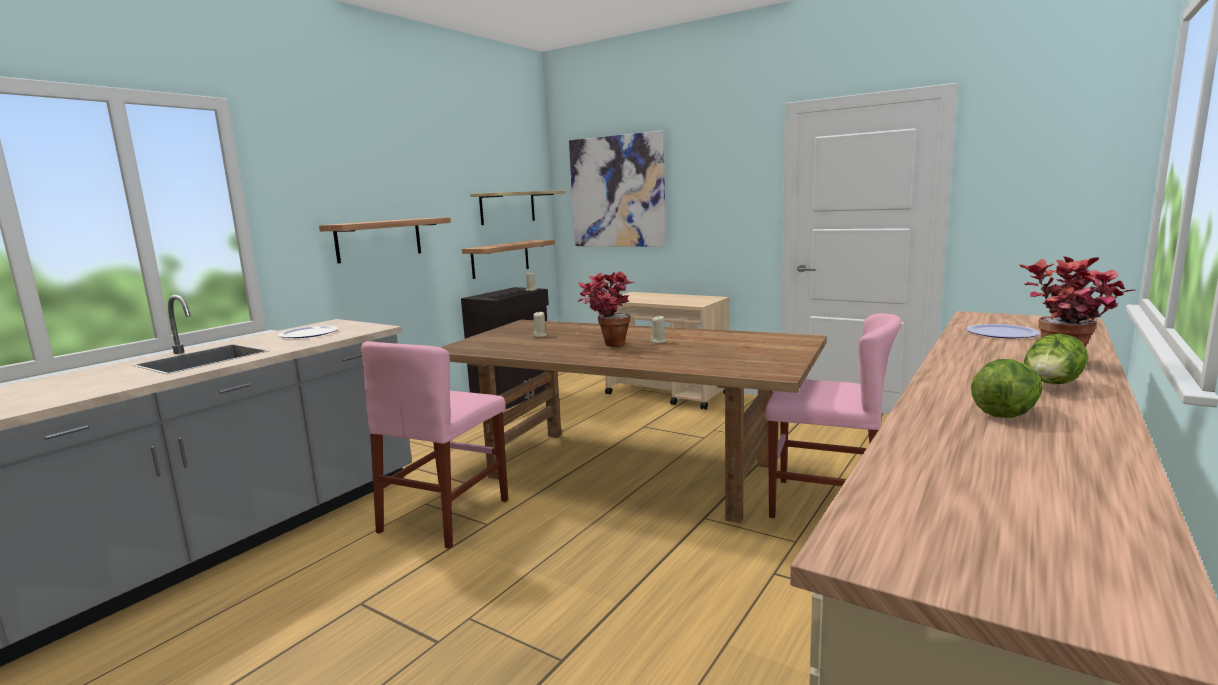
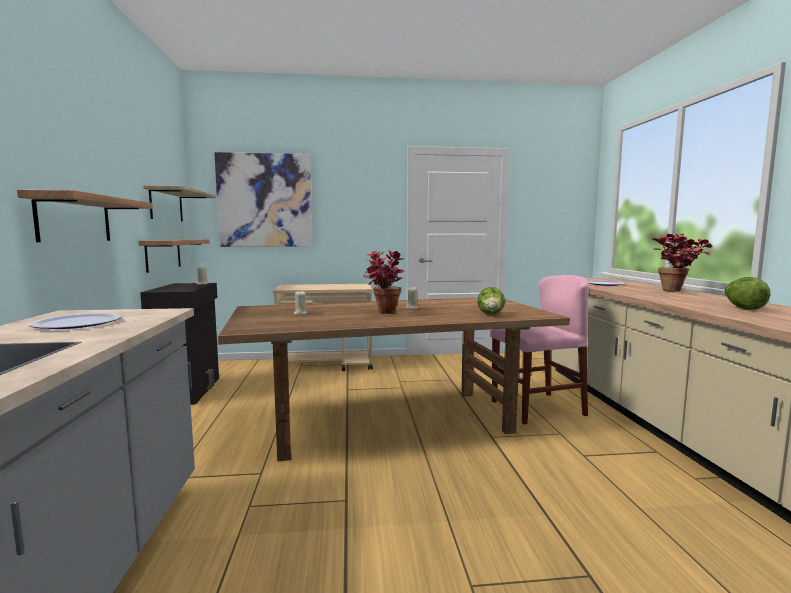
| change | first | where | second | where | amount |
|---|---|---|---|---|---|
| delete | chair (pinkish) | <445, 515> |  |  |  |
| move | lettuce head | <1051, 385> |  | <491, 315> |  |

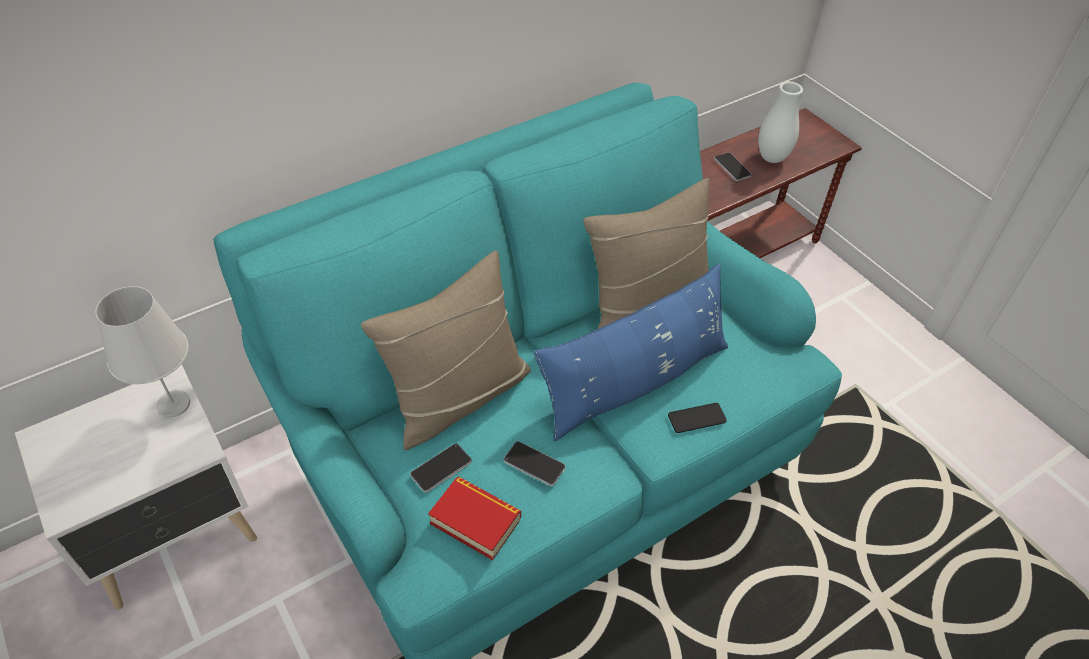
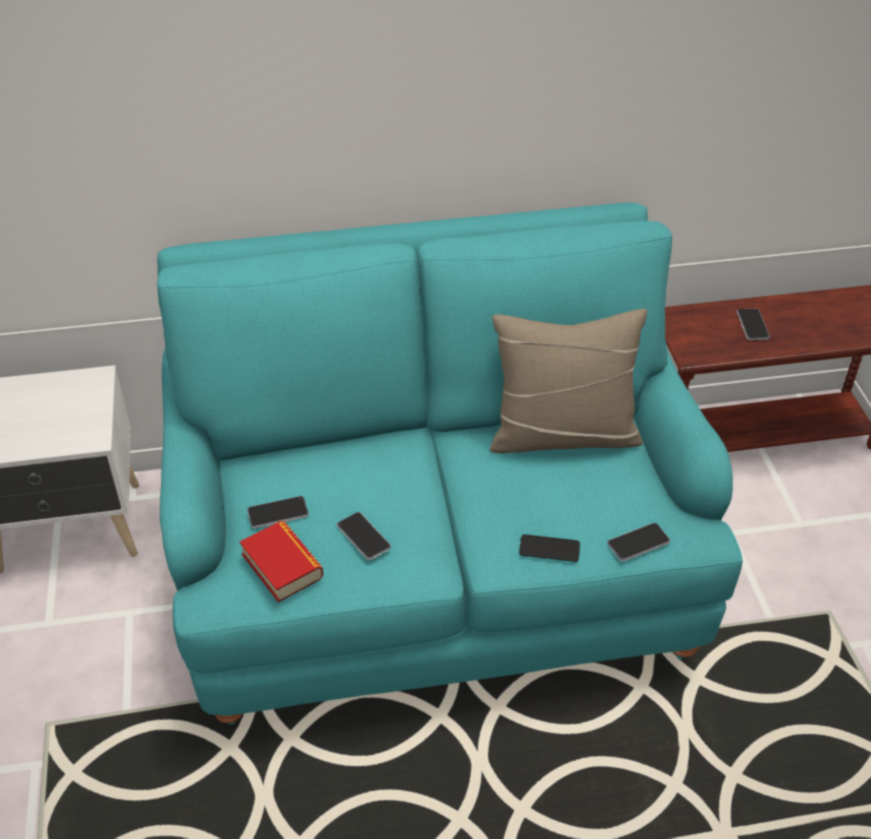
| change | first | where | second | where | amount |
|---|---|---|---|---|---|
| delete | tabletop lamp (white) | <173, 404> |  |  |  |
| delete | cushion (sand-coloured) | <458, 397> |  |  |  |
| delete | cushion (blue) | <635, 382> |  |  |  |
| delete | flower vase (white) | <772, 158> |  |  |  |
| insert |  |  | handset | <638, 543> |  |

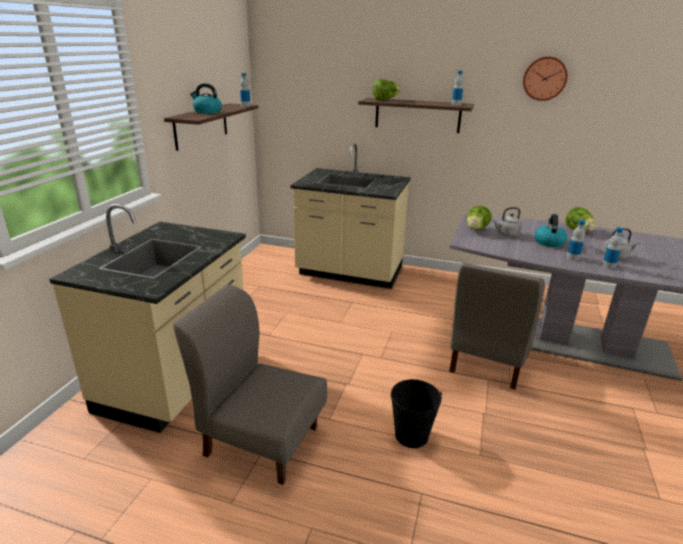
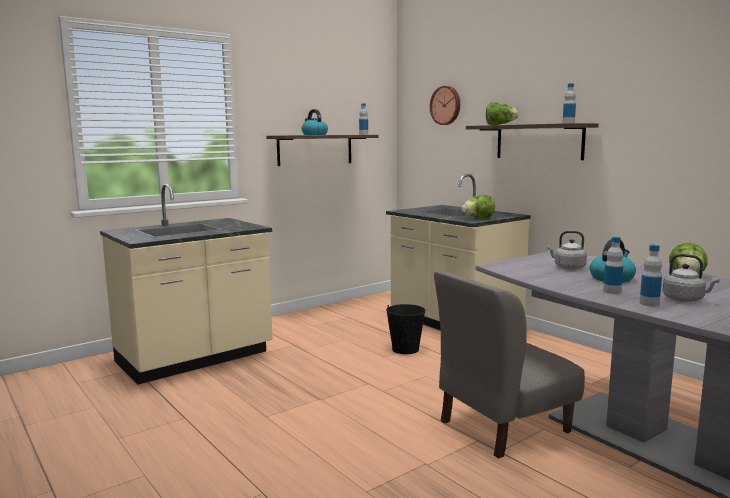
| change | first | where | second | where | amount |
|---|---|---|---|---|---|
| delete | chair (gray) | <261, 440> |  |  |  |
| move | pail (blackish) | <411, 435> |  | <405, 349> |  |
| move | lettuce head | <476, 229> |  | <478, 218> |  |
| move | clock on the wall | <544, 78> |  | <446, 105> |  |

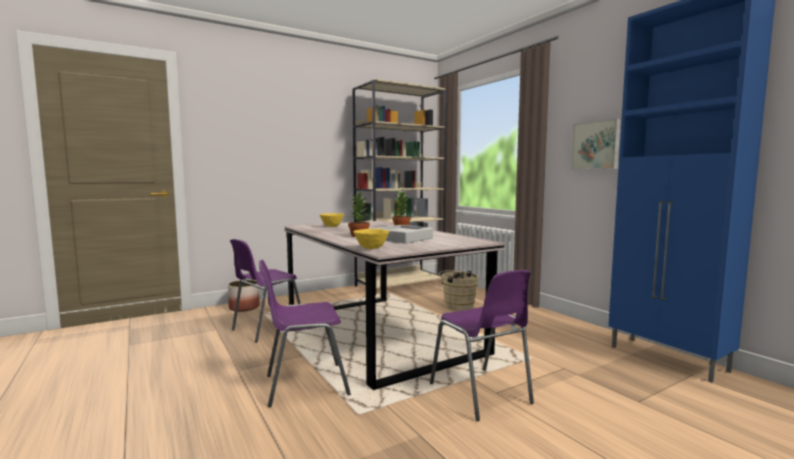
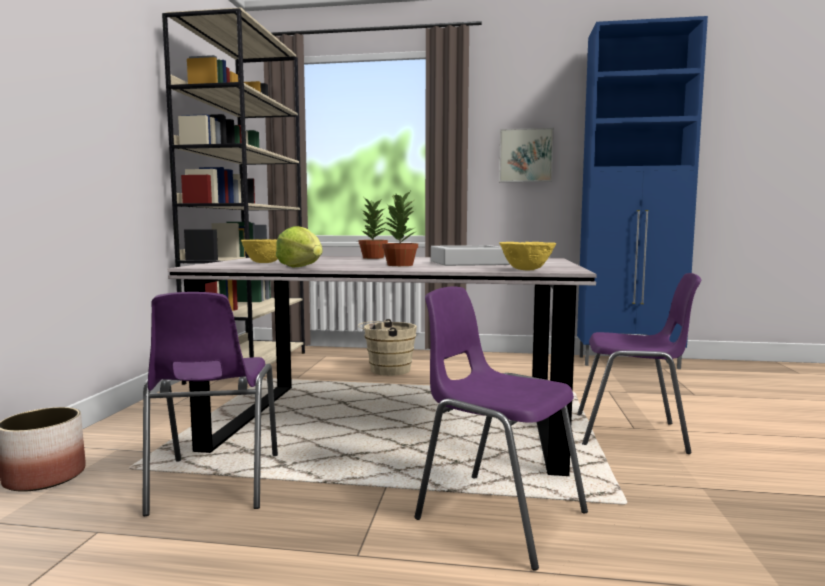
| change | first | where | second | where | amount |
|---|---|---|---|---|---|
| rotate | chair (purple-coloured) | <304, 385> |  | <497, 514> | 105 degrees clockwise |
| insert |  |  | lettuce head | <301, 267> |  |

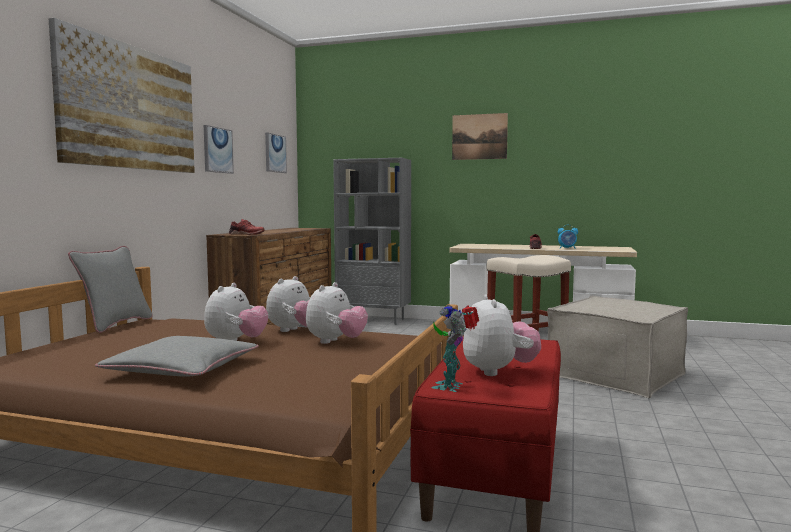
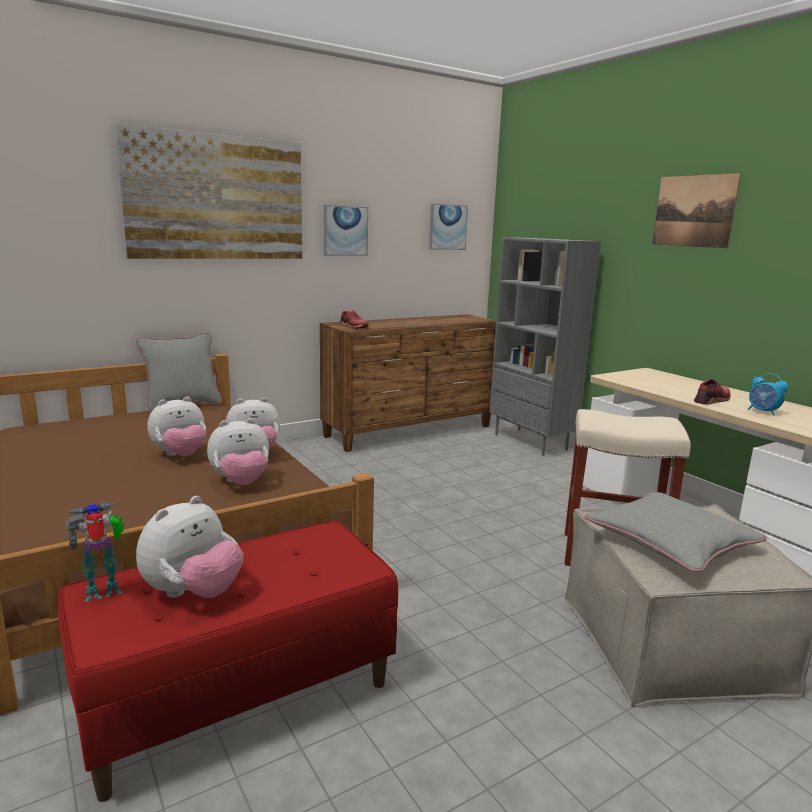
| change | first | where | second | where | amount |
|---|---|---|---|---|---|
| move | cushion (gray) | <182, 368> |  | <670, 541> |  |

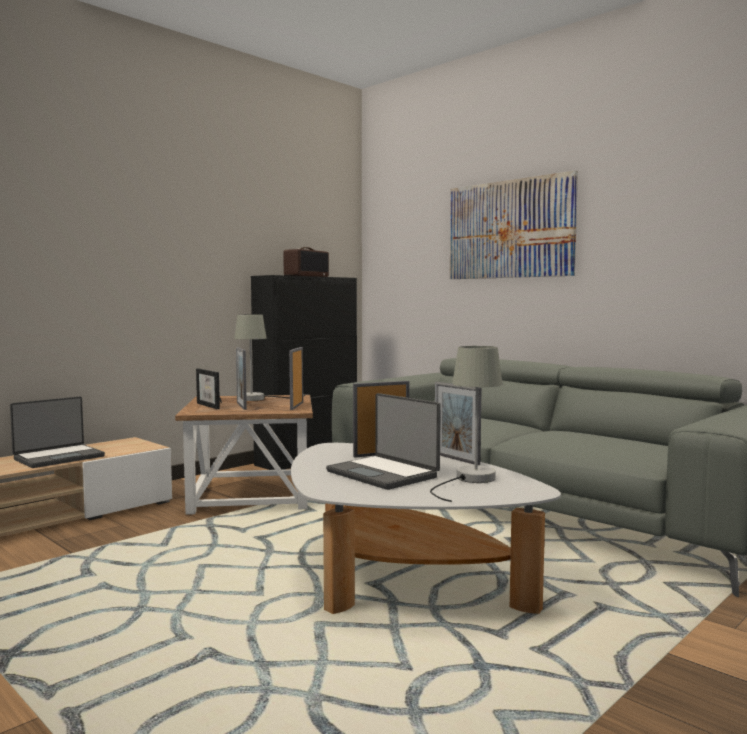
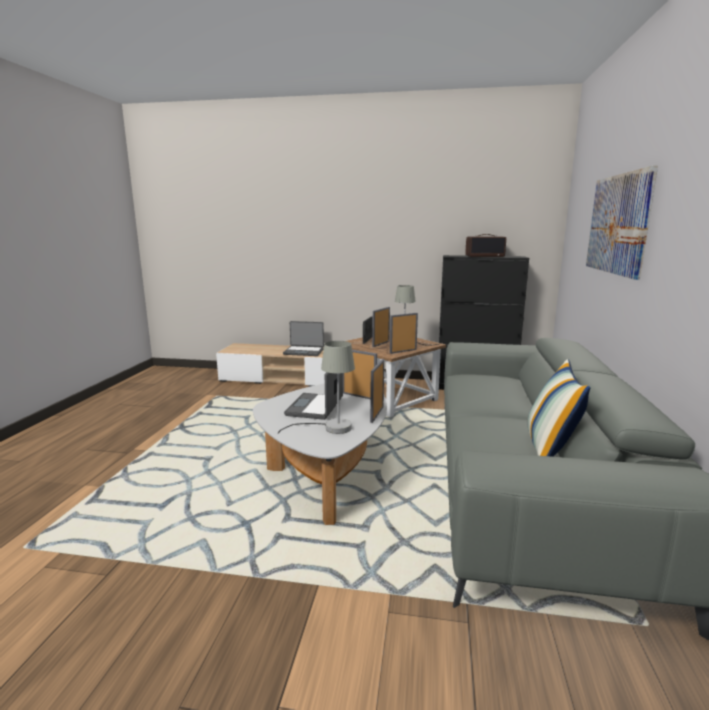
| change | first | where | second | where | amount |
|---|---|---|---|---|---|
| insert |  |  | cushion | <550, 449> |  |

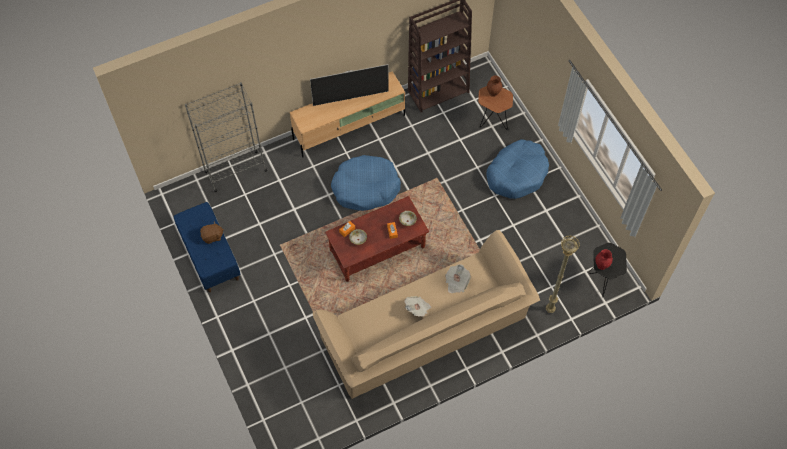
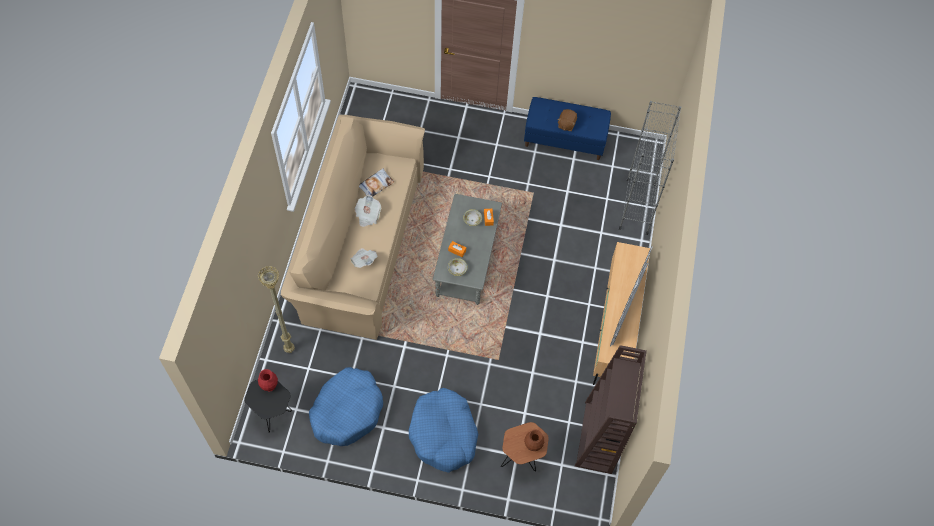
| change | first | where | second | where | amount |
|---|---|---|---|---|---|
| recolor | low table (brown) | <377, 249> | low table (gray) | <467, 260> |  |
| move | dog cushion (blue) | <365, 188> |  | <347, 410> |  |
| insert |  |  | cushion | <376, 185> |  |

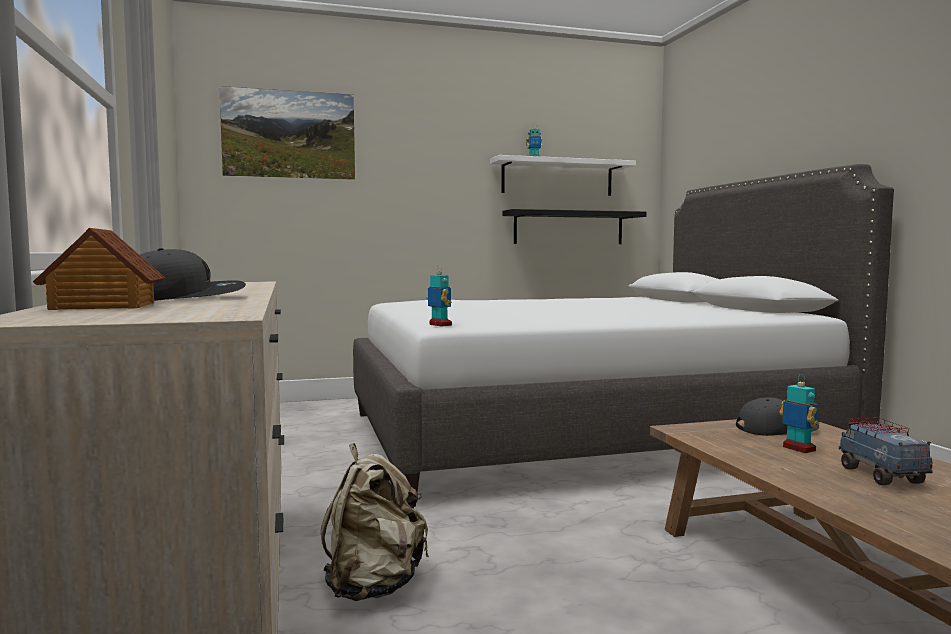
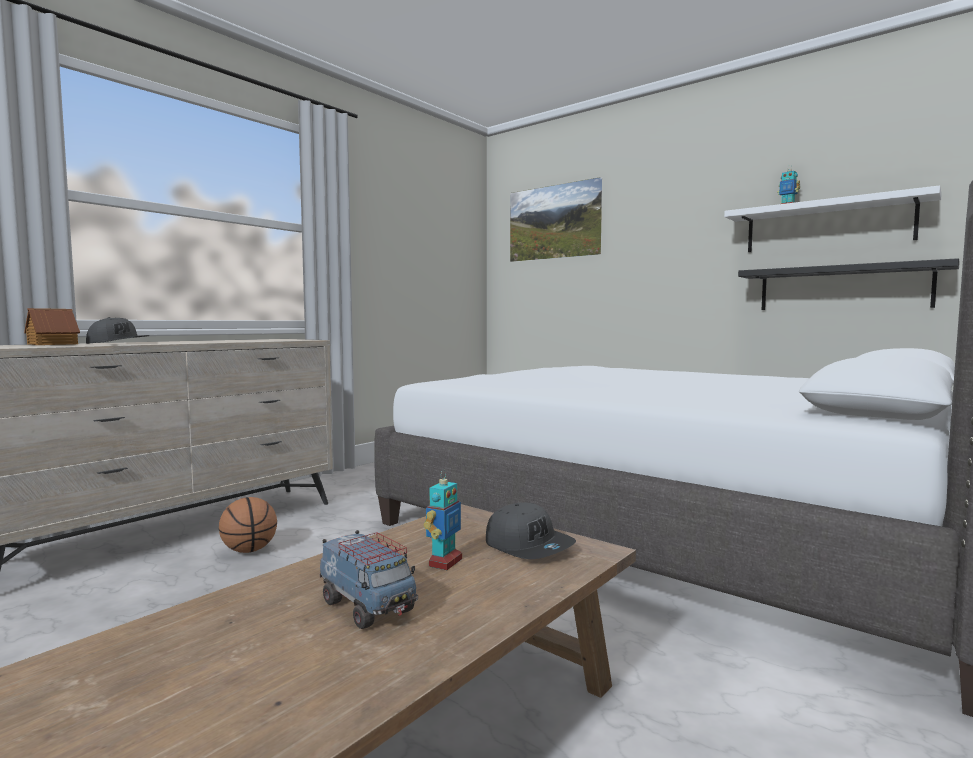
| change | first | where | second | where | amount |
|---|---|---|---|---|---|
| replace | rucksack (sand-coloured) | <374, 586> | basketball ball | <249, 550> |  |
| delete | robot figure | <440, 325> |  |  |  |
| rotate | toy lorry | <881, 476> |  | <368, 607> | 90 degrees clockwise |

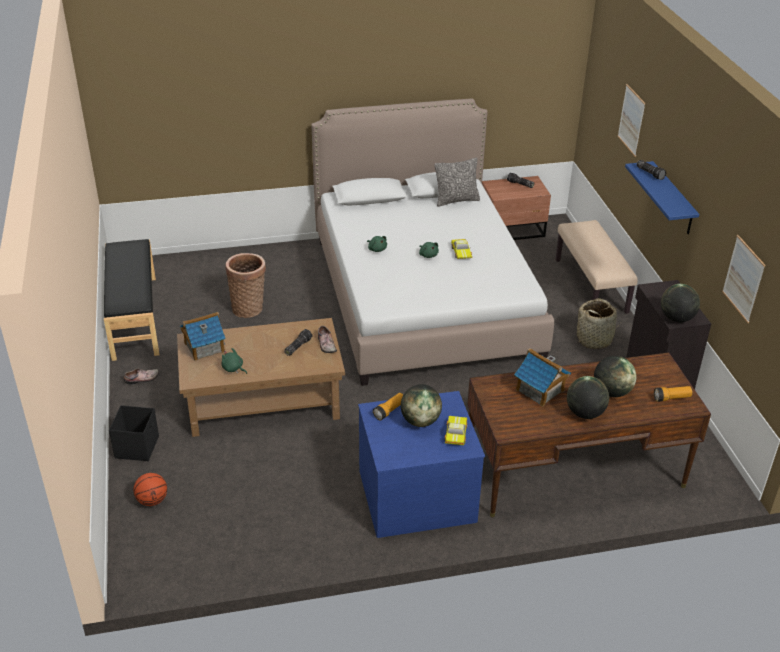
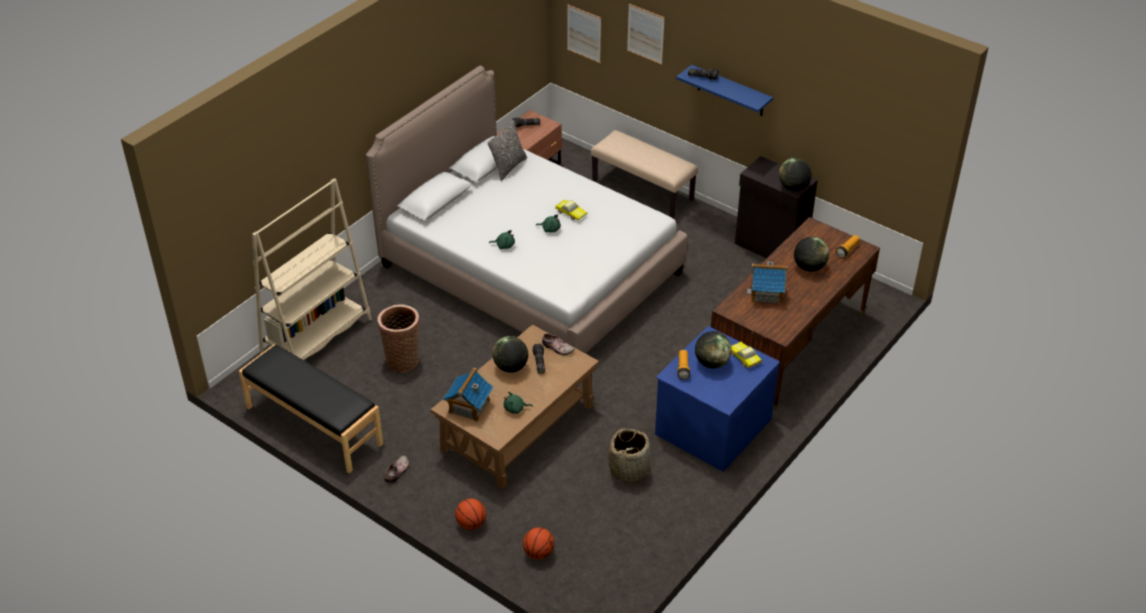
| change | first | where | second | where | amount |
|---|---|---|---|---|---|
| replace | storage box (blackish) | <137, 447> | basketball ball | <471, 524> |  |
| move | world globe | <585, 413> |  | <511, 367> |  |
| move | household basket | <594, 339> |  | <629, 469> |  |
| move | picture | <743, 278> |  | <584, 33> |  |
| insert |  |  | bookshelf (sand-coloured) | <317, 337> |  |

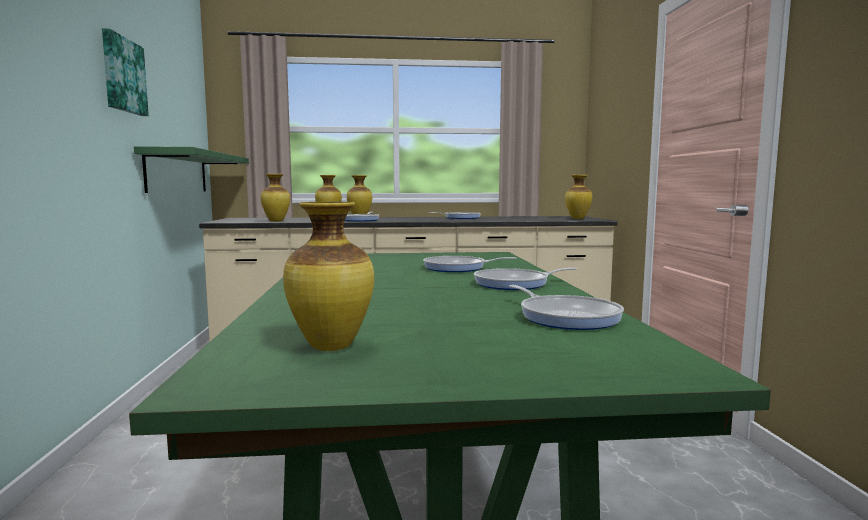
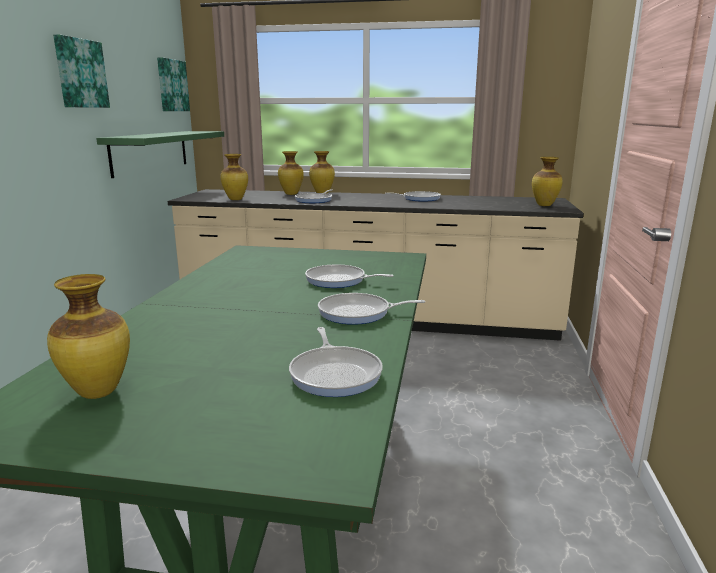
| change | first | where | second | where | amount |
|---|---|---|---|---|---|
| insert |  |  | picture | <172, 85> |  |

